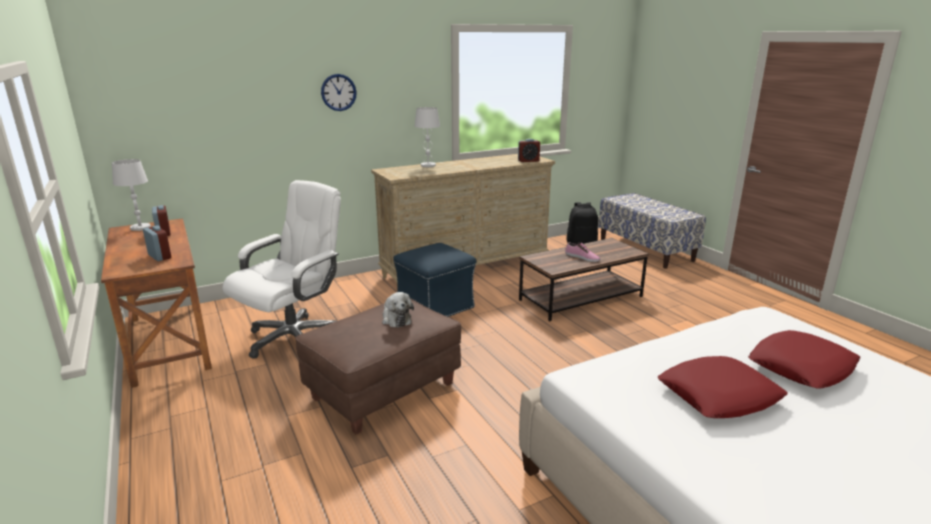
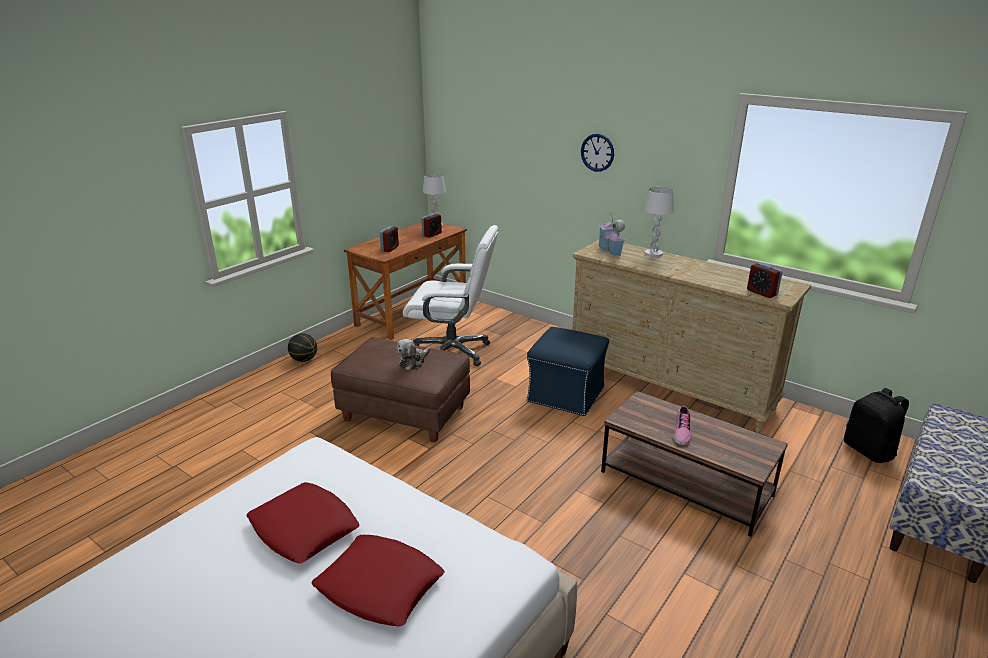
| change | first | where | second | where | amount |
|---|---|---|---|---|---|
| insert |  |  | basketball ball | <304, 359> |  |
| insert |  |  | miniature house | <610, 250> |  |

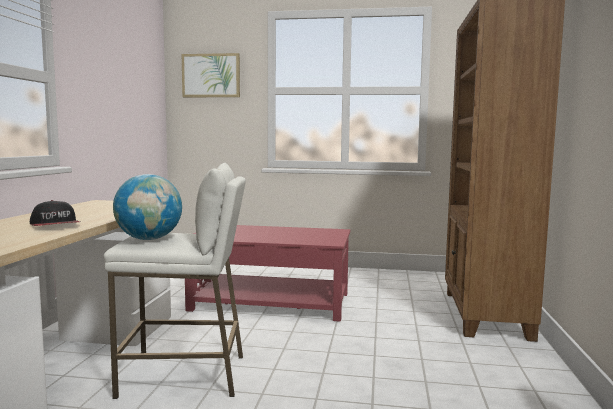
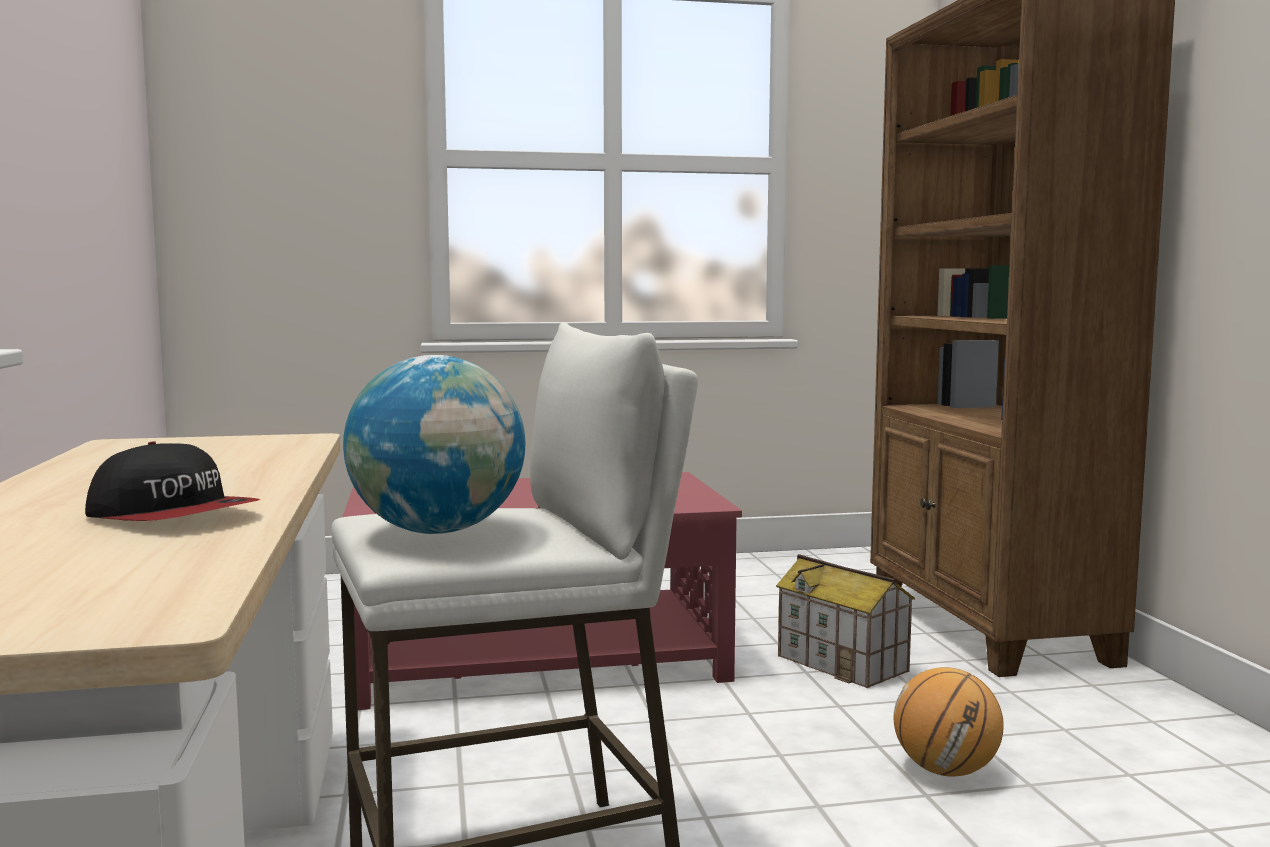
| change | first | where | second | where | amount |
|---|---|---|---|---|---|
| delete | picture | <211, 75> |  |  |  |
| insert |  |  | miniature house | <843, 663> |  |
| insert |  |  | basketball ball | <946, 771> |  |

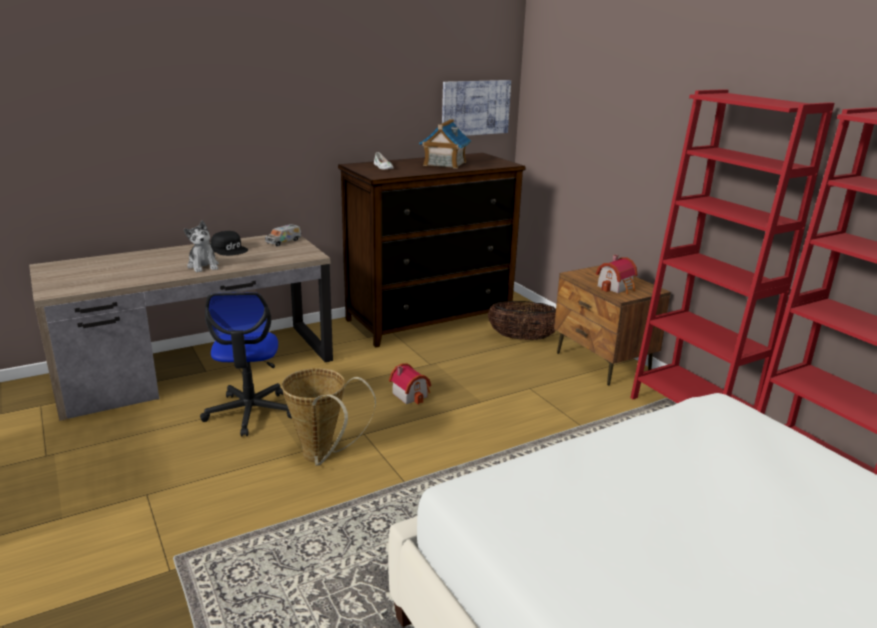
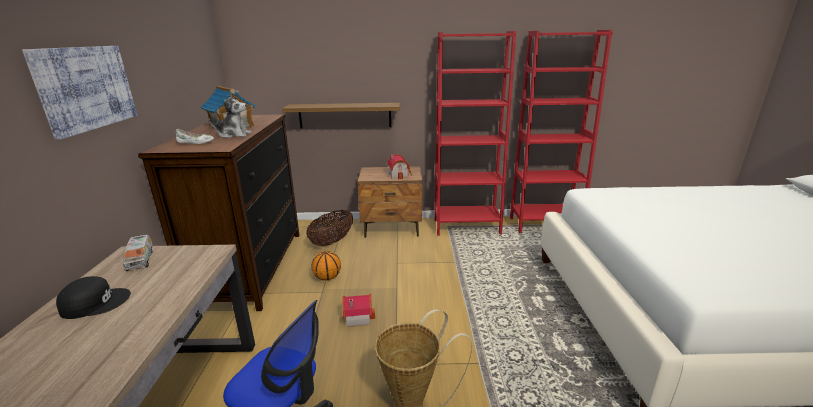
| change | first | where | second | where | amount |
|---|---|---|---|---|---|
| move | plush toy | <203, 266> |  | <233, 135> |  |
| move | picture | <475, 108> |  | <86, 88> |  |
| insert |  |  | shelf | <345, 115> |  |
| insert |  |  | basketball ball | <327, 277> |  |

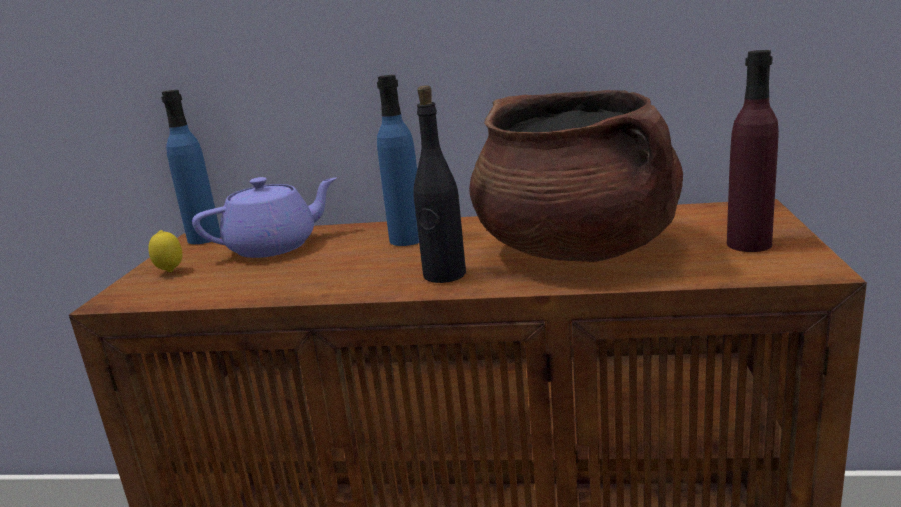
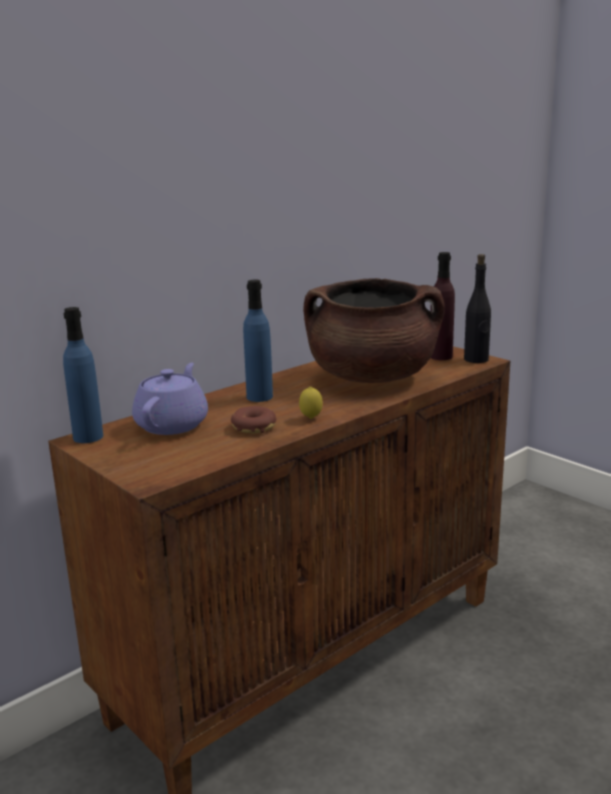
| change | first | where | second | where | amount |
|---|---|---|---|---|---|
| move | whole lemon | <170, 272> |  | <311, 418> |  |
| move | bottle (blackish) | <444, 275> |  | <476, 359> |  |
| insert |  |  | donut | <253, 427> |  |

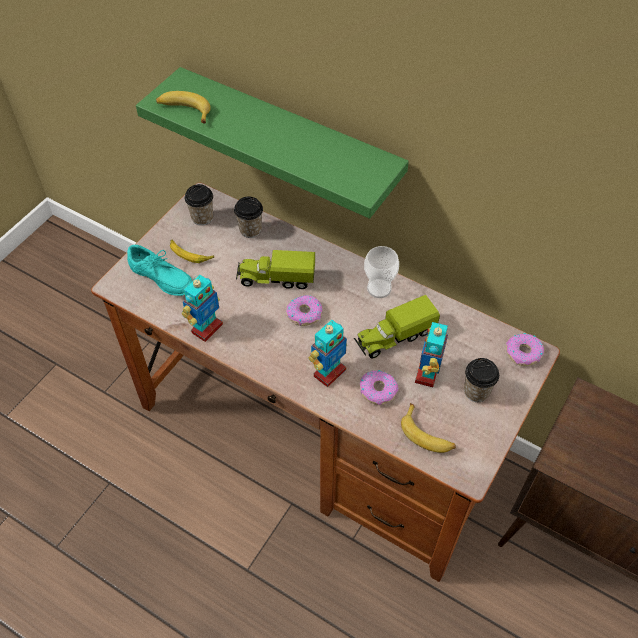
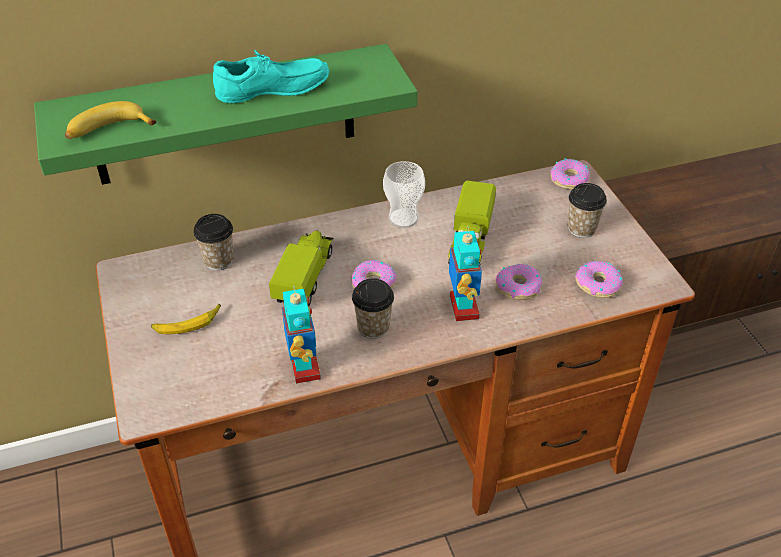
| change | first | where | second | where | amount |
|---|---|---|---|---|---|
| move | shoe (turquoise-coloured) | <160, 280> |  | <274, 92> |  |
| move | small cup | <202, 218> |  | <373, 327> |  |
| rotate | toy lorry | <276, 278> |  | <305, 278> | 150 degrees clockwise |
| replace | banana fruit | <427, 434> | donut | <597, 284> |  |
| delete | robot figure | <427, 374> |  |  |  |

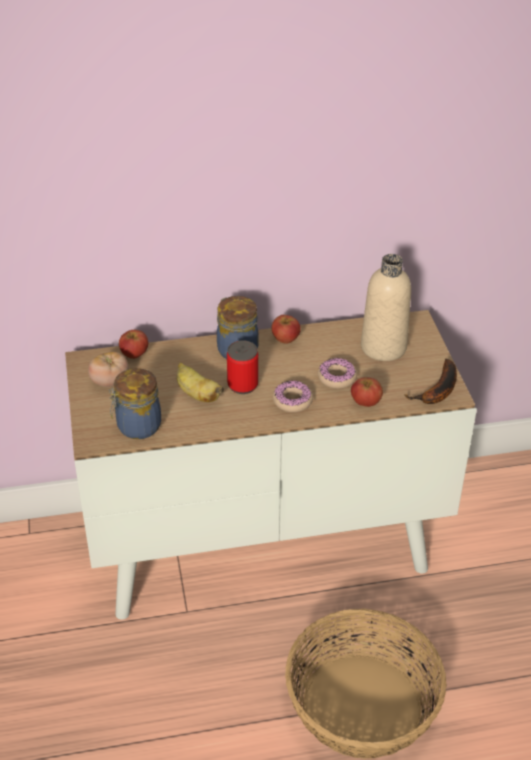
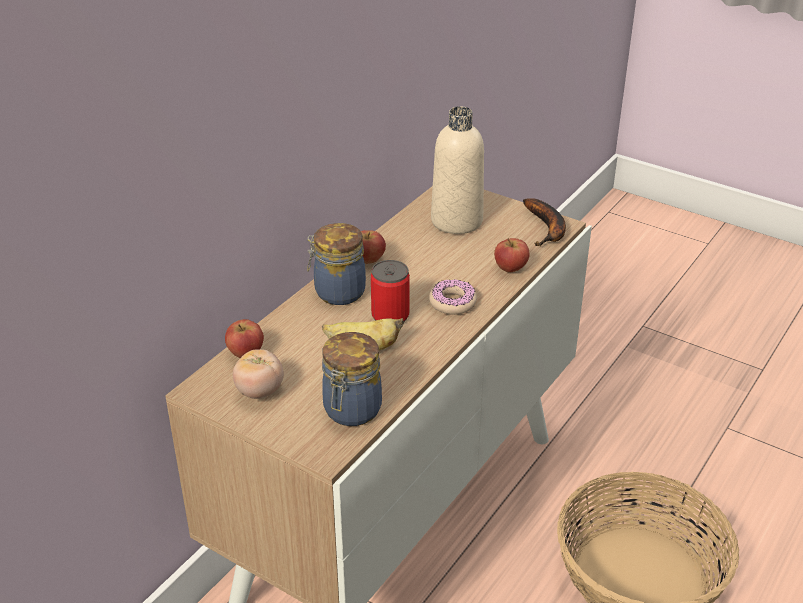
| change | first | where | second | where | amount |
|---|---|---|---|---|---|
| delete | donut | <337, 378> |  |  |  |

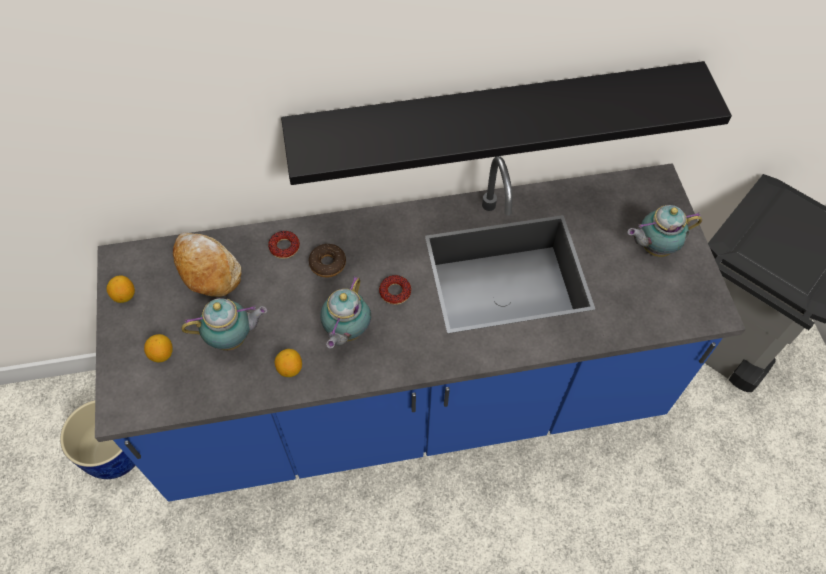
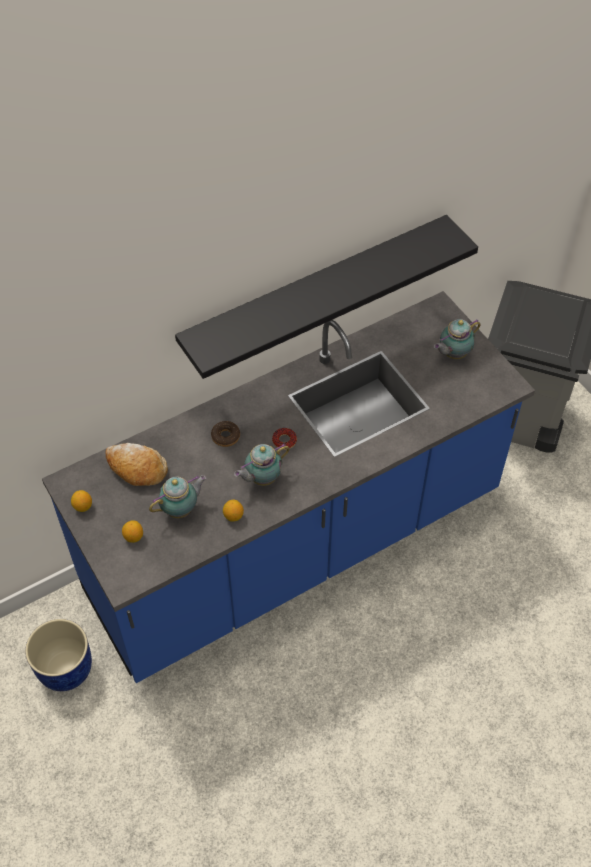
| change | first | where | second | where | amount |
|---|---|---|---|---|---|
| delete | donut | <284, 247> |  |  |  |
| rotate | teapot | <346, 332> |  | <262, 478> | 60 degrees clockwise |

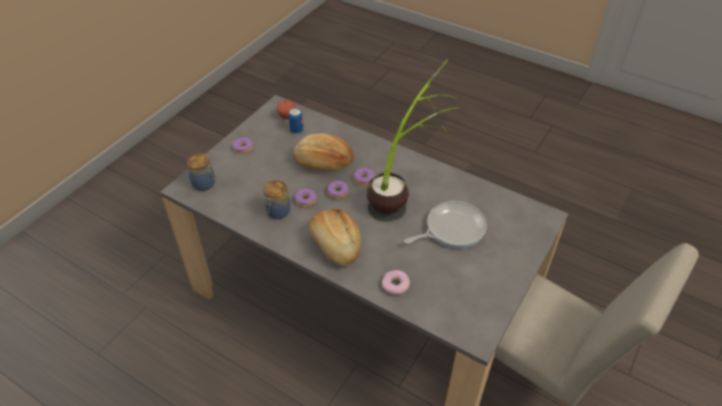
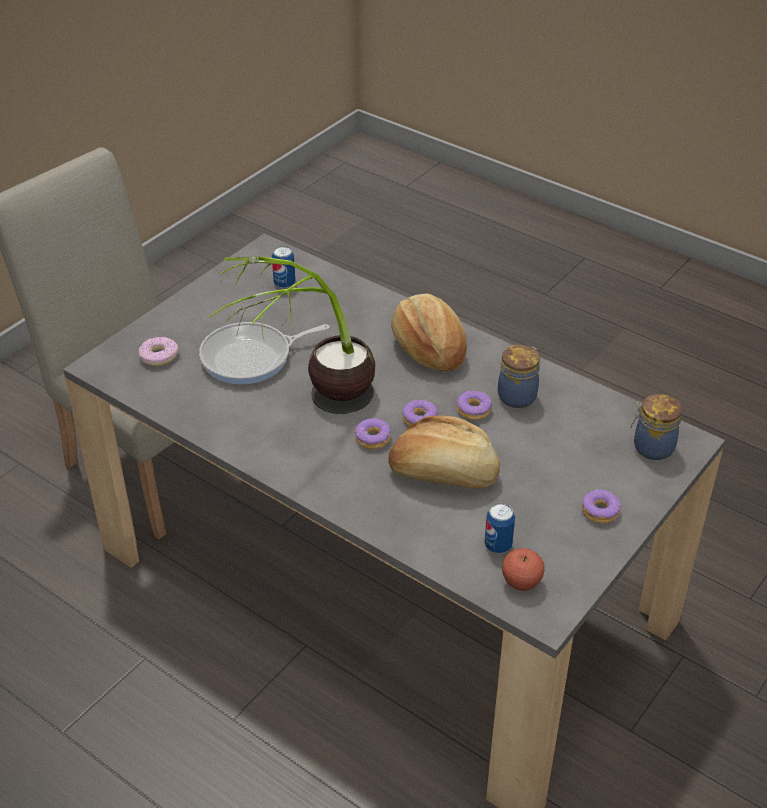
| change | first | where | second | where | amount |
|---|---|---|---|---|---|
| move | donut | <395, 285> |  | <158, 356> |  |
| insert |  |  | metal can | <284, 283> |  |

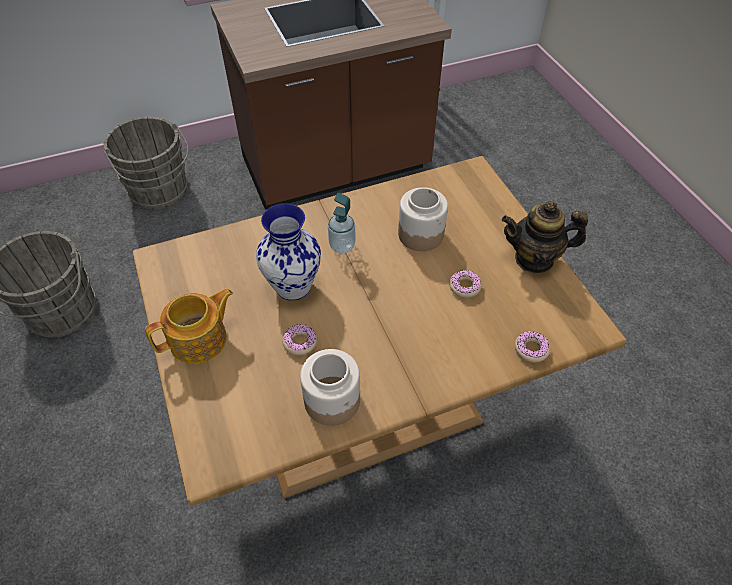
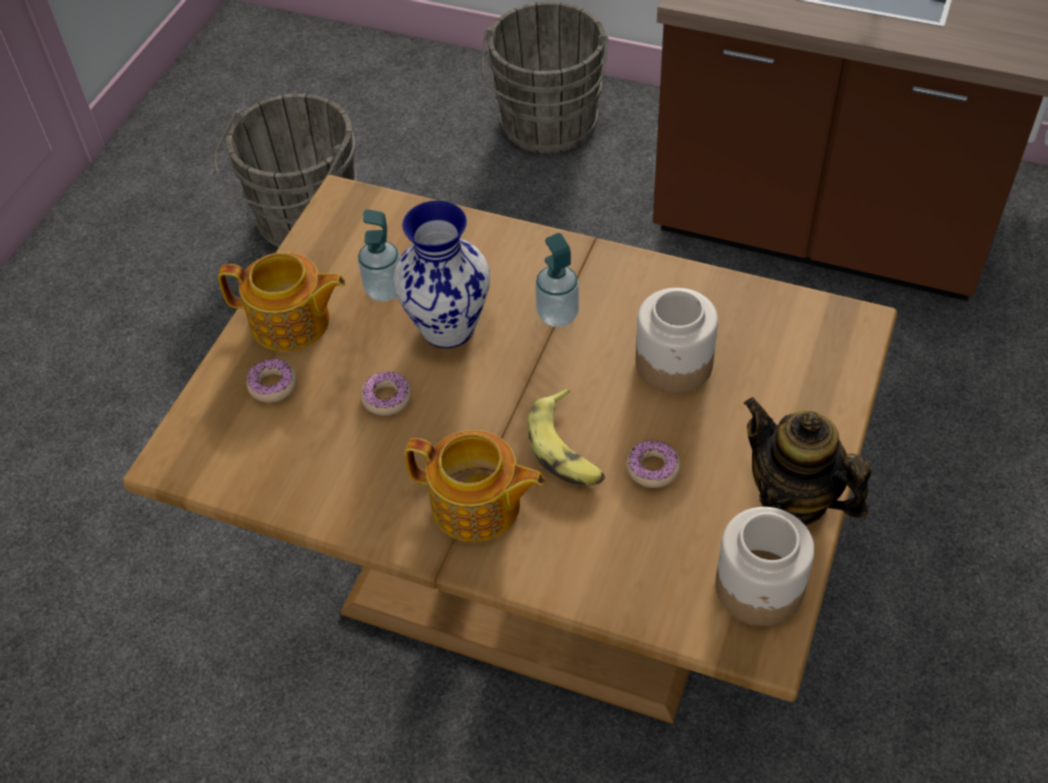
| change | first | where | second | where | amount |
|---|---|---|---|---|---|
| move | preserve jar | <333, 400> |  | <760, 588> |  |
| move | donut | <531, 349> |  | <273, 385> |  |
| insert |  |  | soap dispenser | <384, 290> |  |
| insert |  |  | teapot | <477, 506> |  |
| insert |  |  | banana fruit | <567, 449> |  |

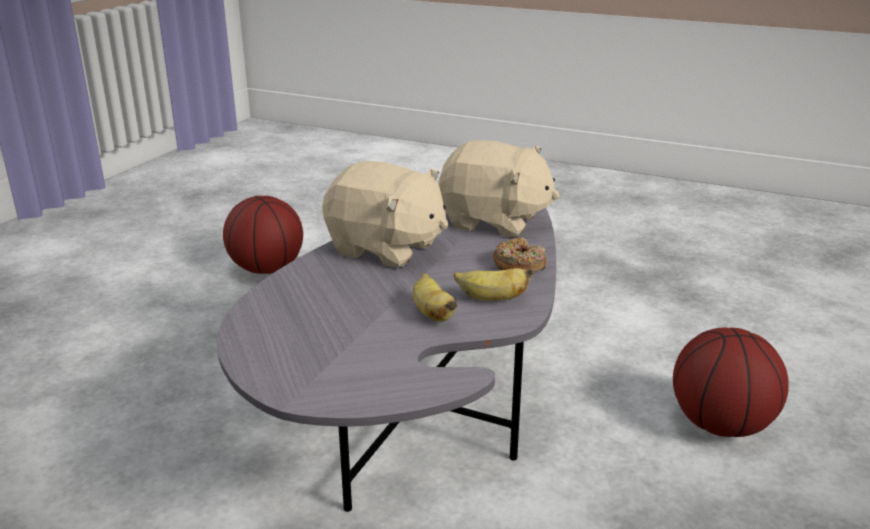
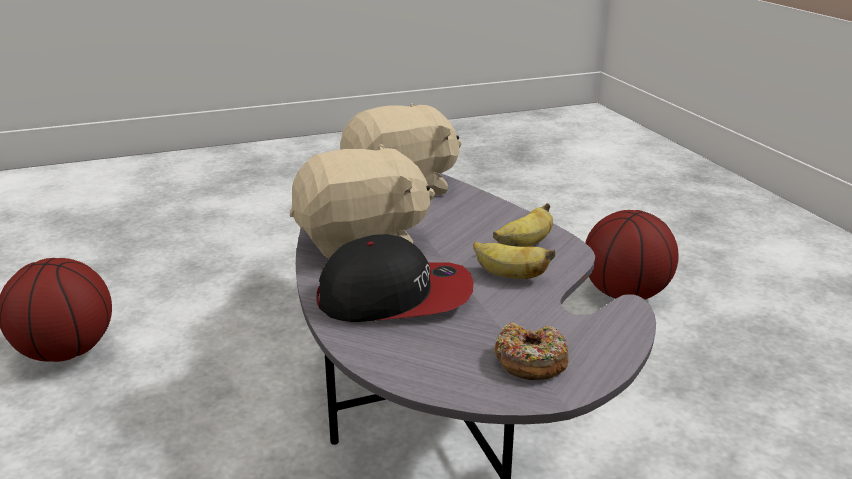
| change | first | where | second | where | amount |
|---|---|---|---|---|---|
| move | donut | <519, 265> |  | <530, 362> |  |
| insert |  |  | cap | <396, 296> |  |

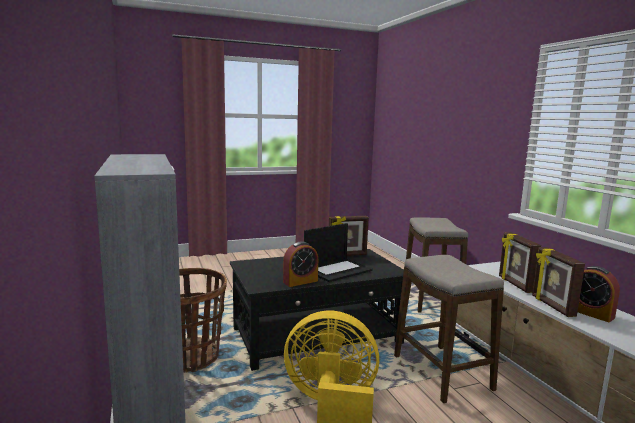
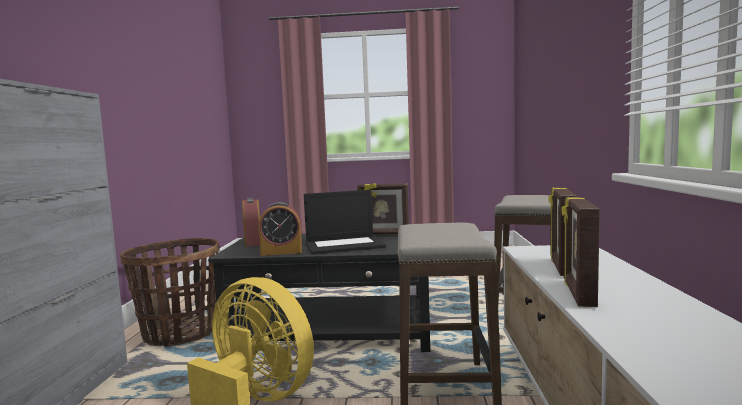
| change | first | where | second | where | amount |
|---|---|---|---|---|---|
| move | table clock | <590, 313> |  | <253, 242> |  |

